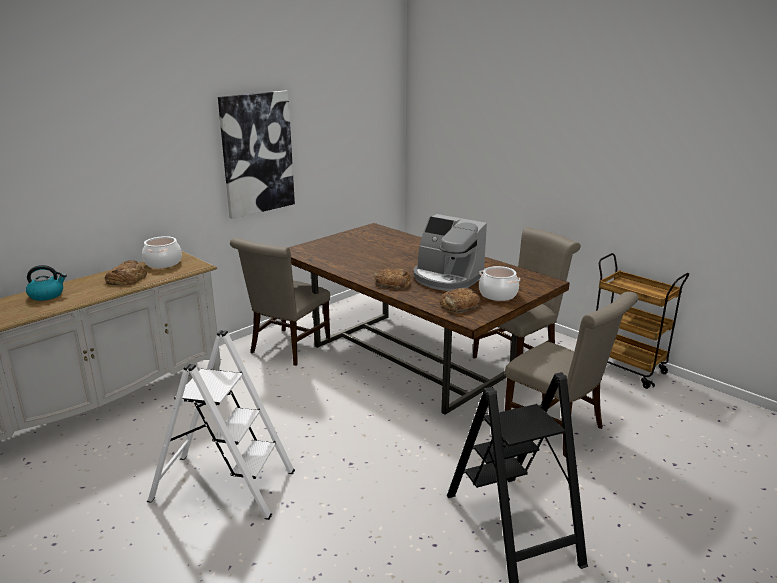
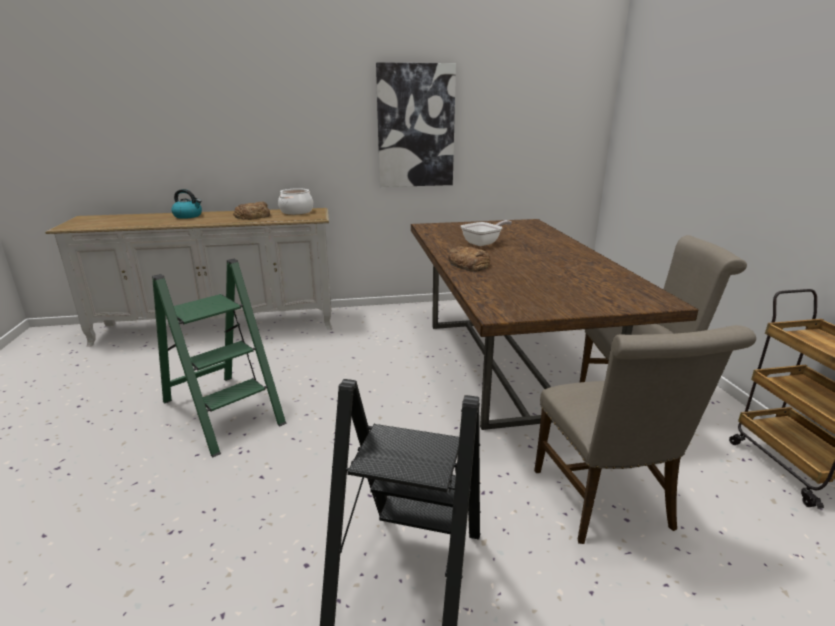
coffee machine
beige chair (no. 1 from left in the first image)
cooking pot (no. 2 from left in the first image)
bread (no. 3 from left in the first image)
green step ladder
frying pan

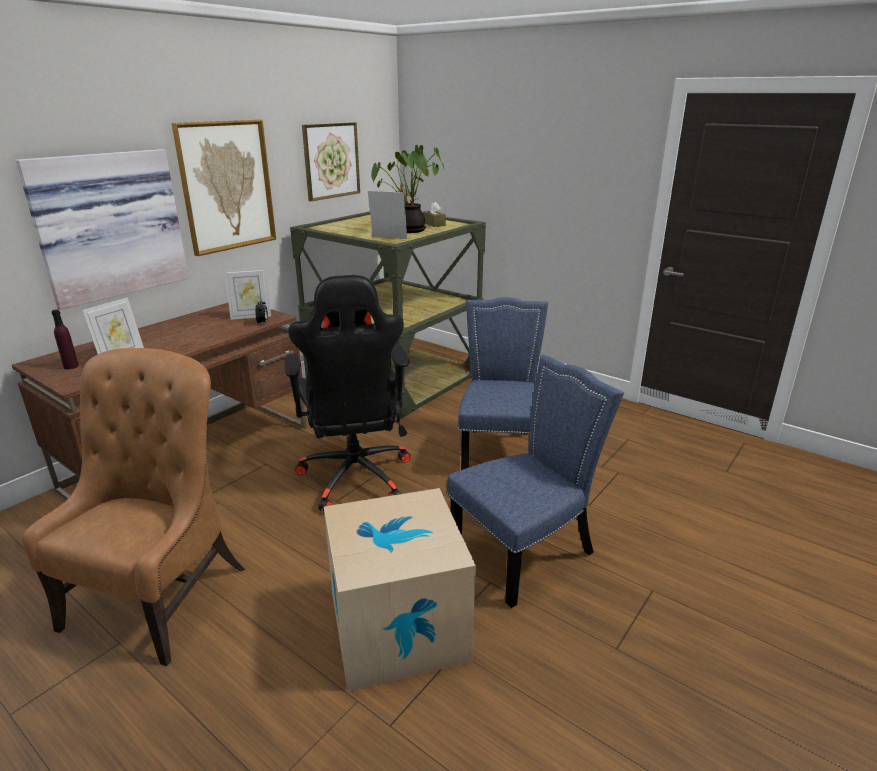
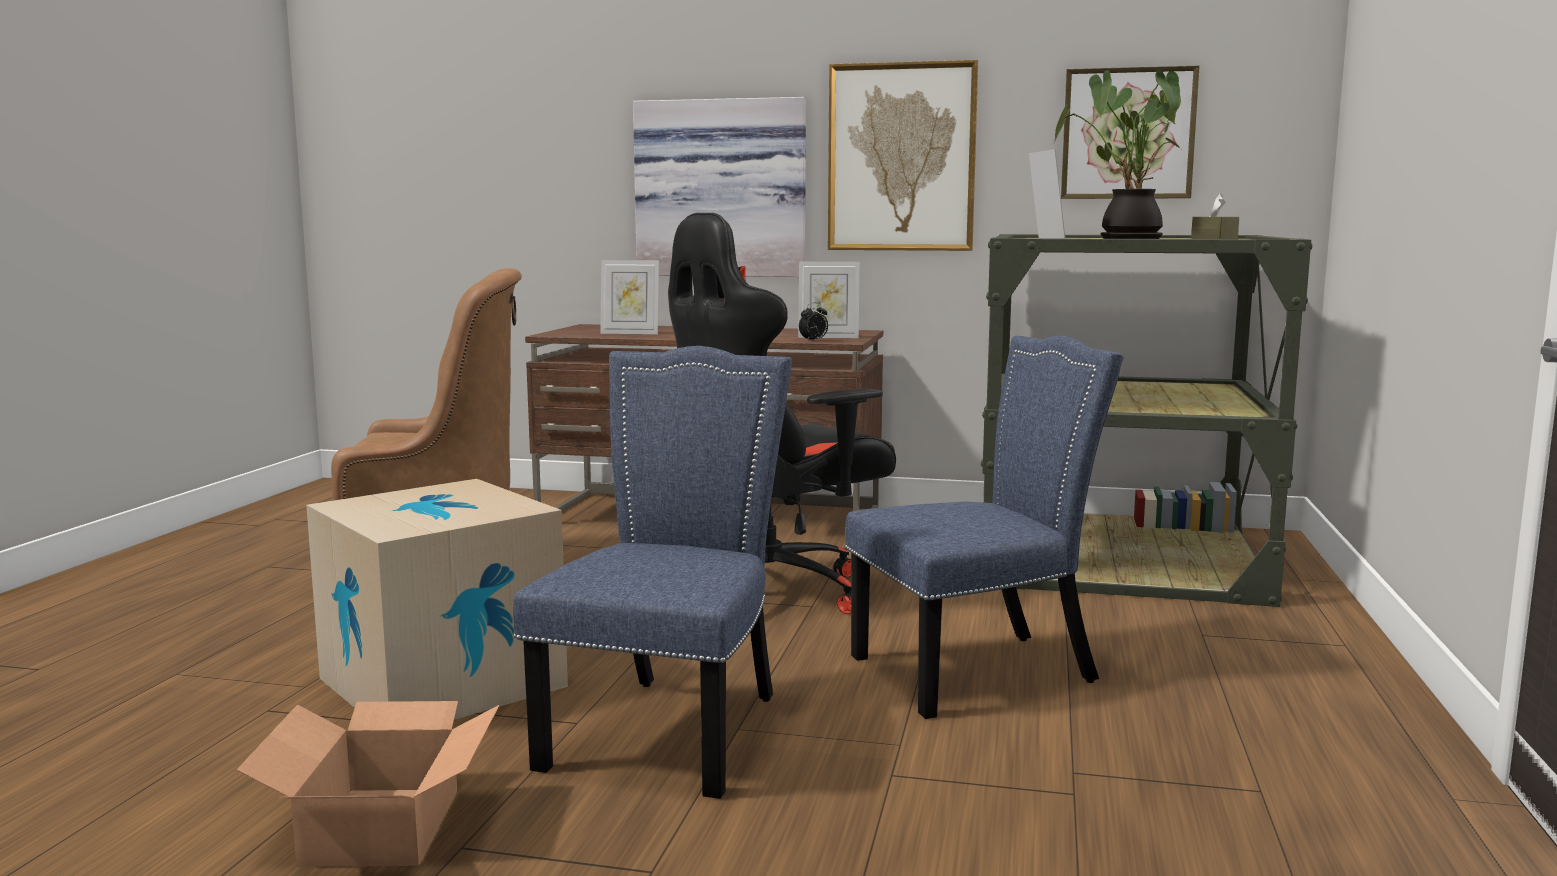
picture frame (no. 2 from left)
purple bottle
blue chair (no. 1 from left)
cardboard box (no. 1 from left)

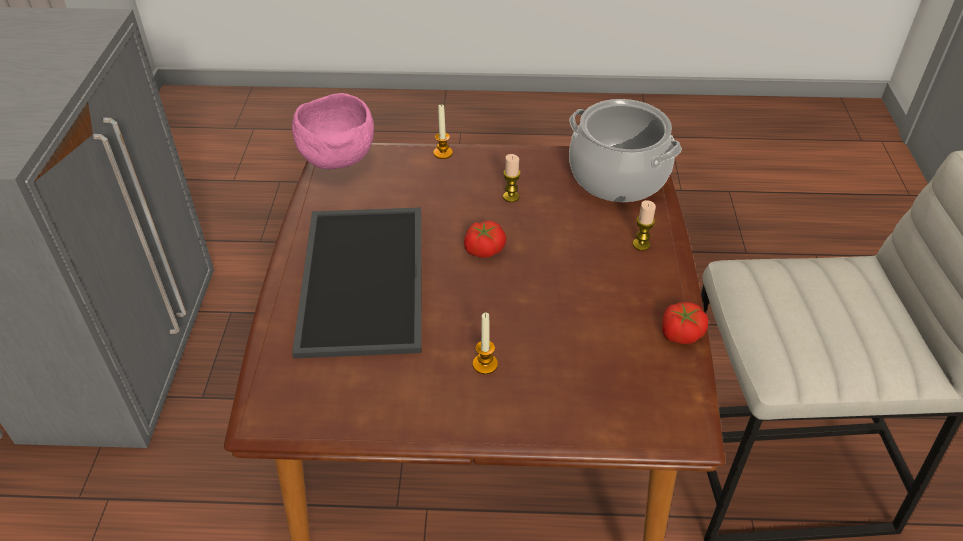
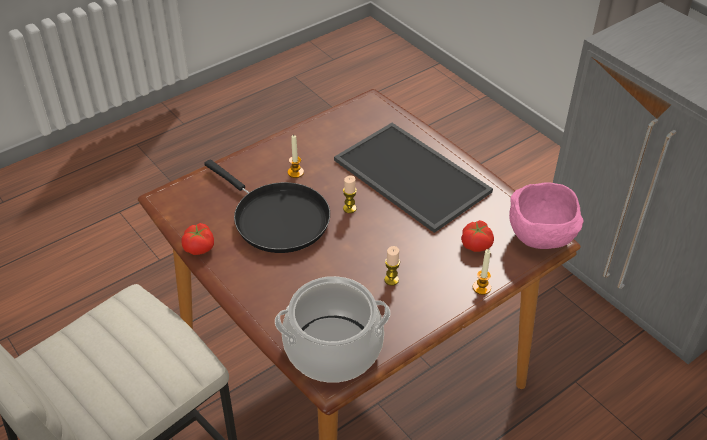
candle (no. 2 from left)
tomato (no. 2 from left)
black frying pan

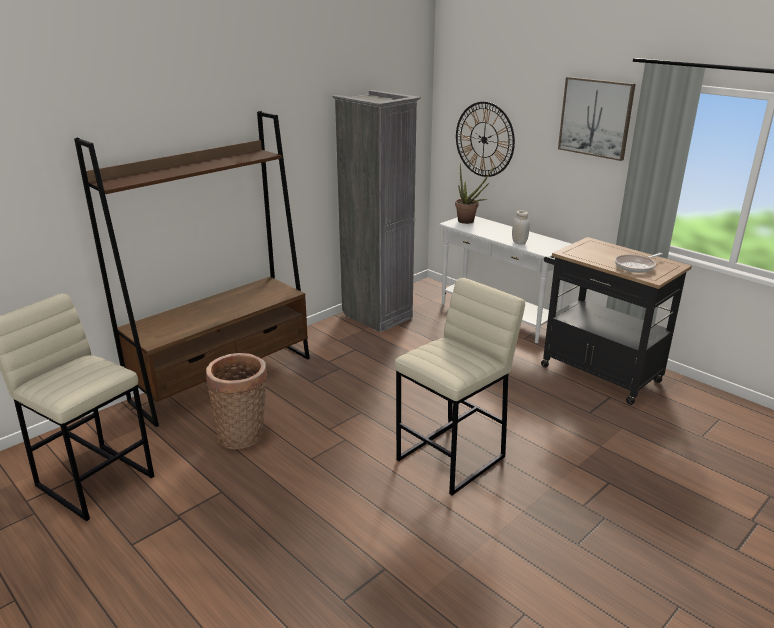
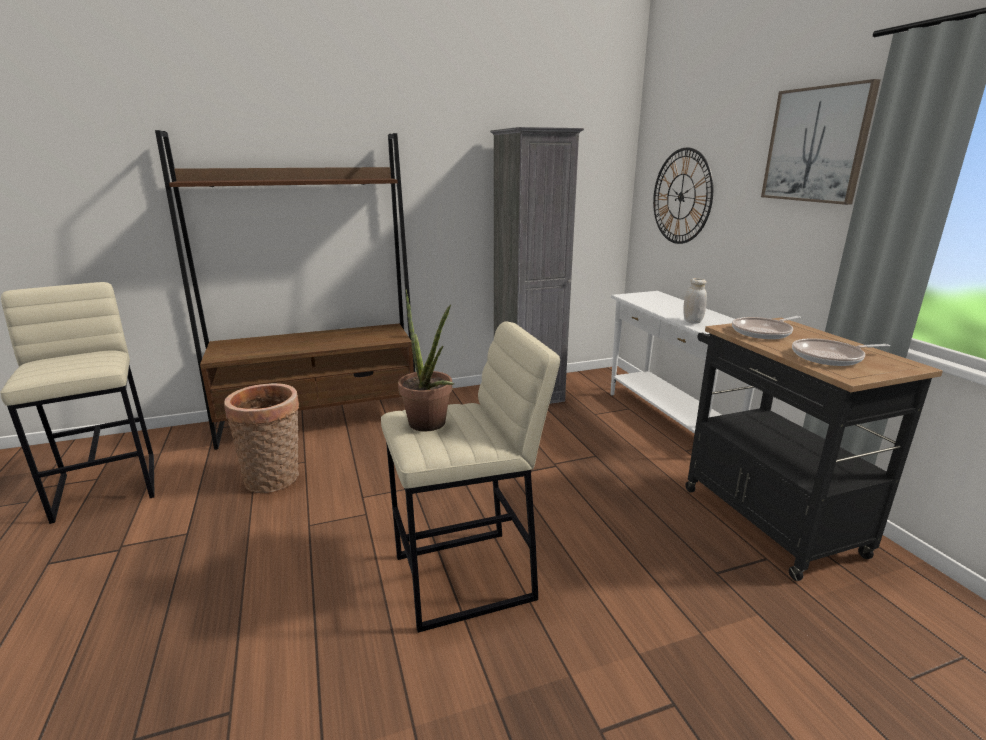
potted plant
frying pan (no. 1 from left)

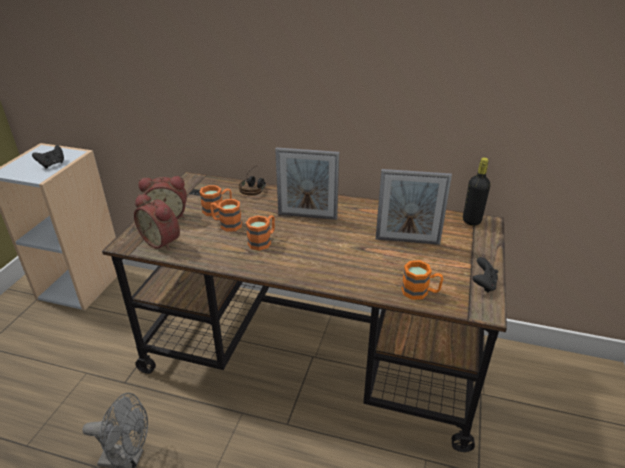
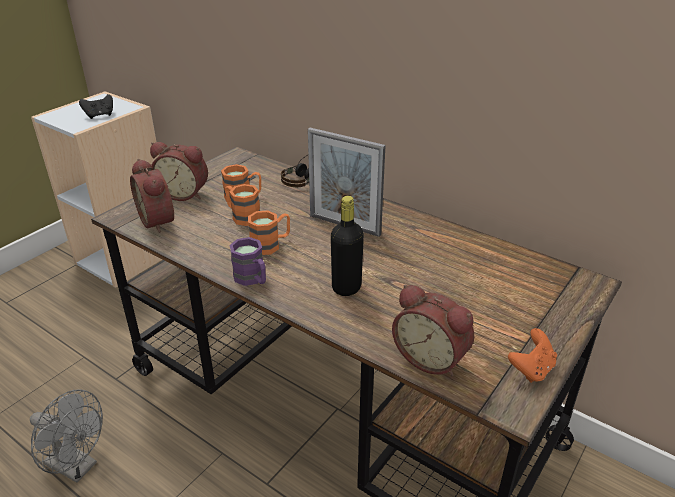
black bottle
picture frame (no. 2 from left in the first image)
orange game controller
alarm clock (no. 3 from left)
purple mug

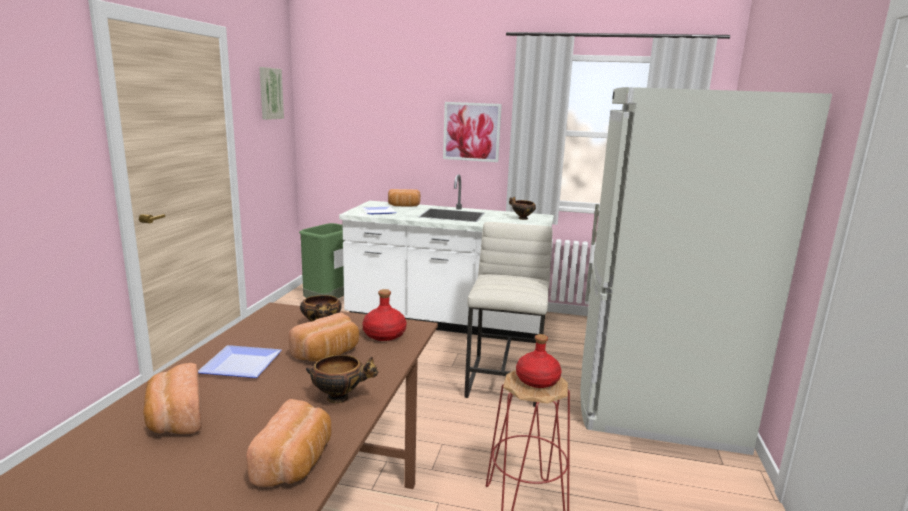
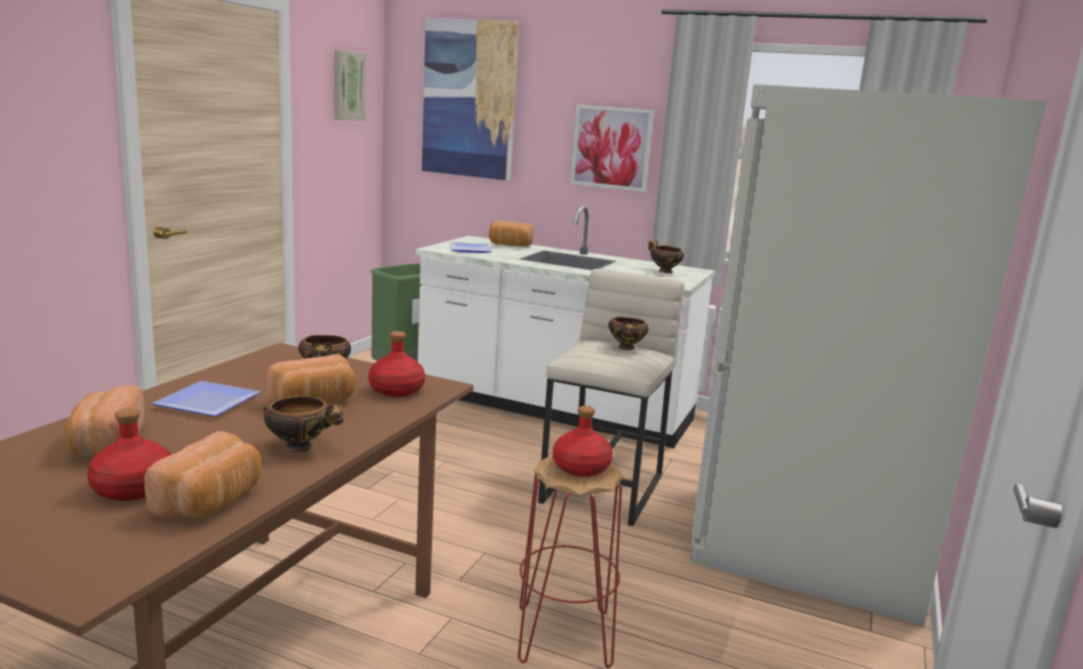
picture (no. 2 from left)
bowl (no. 3 from left)
red bottle (no. 1 from left)

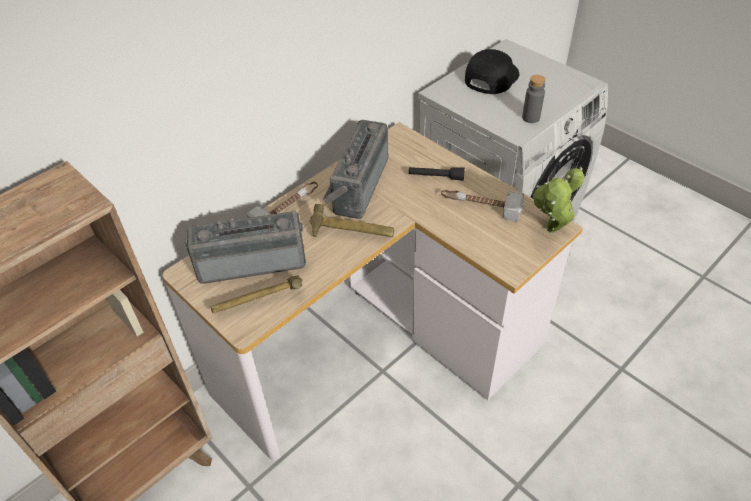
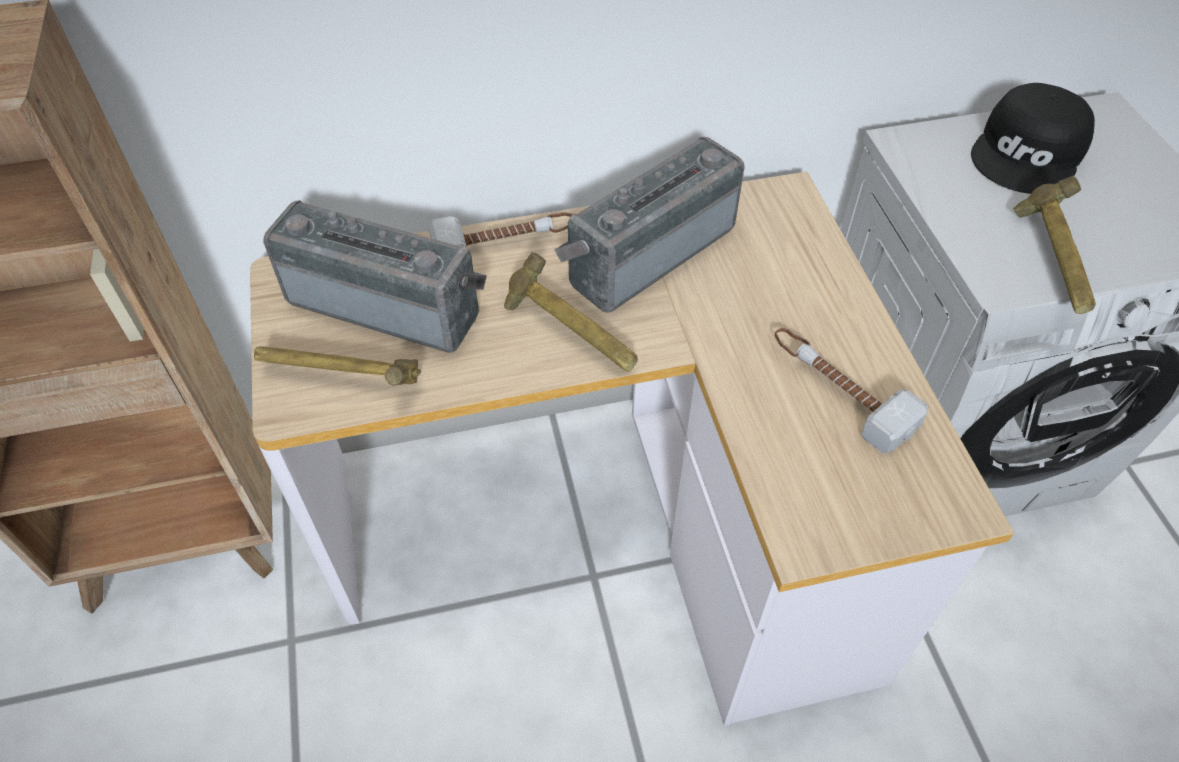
black cap
hammer (no. 5 from left)
black flashlight
potted plant

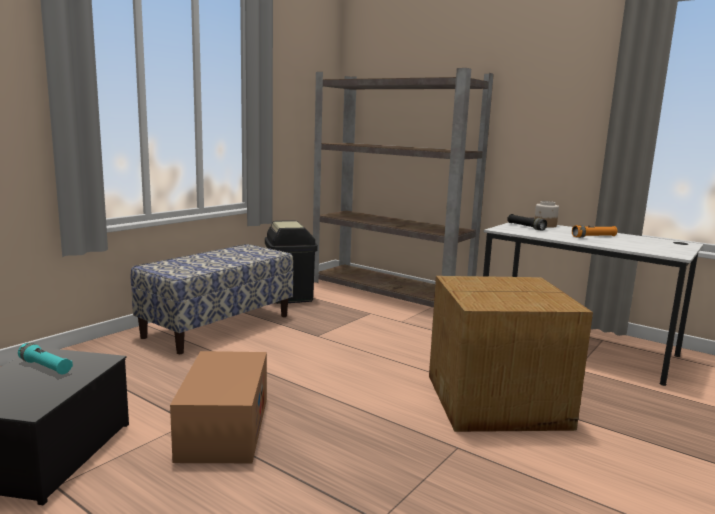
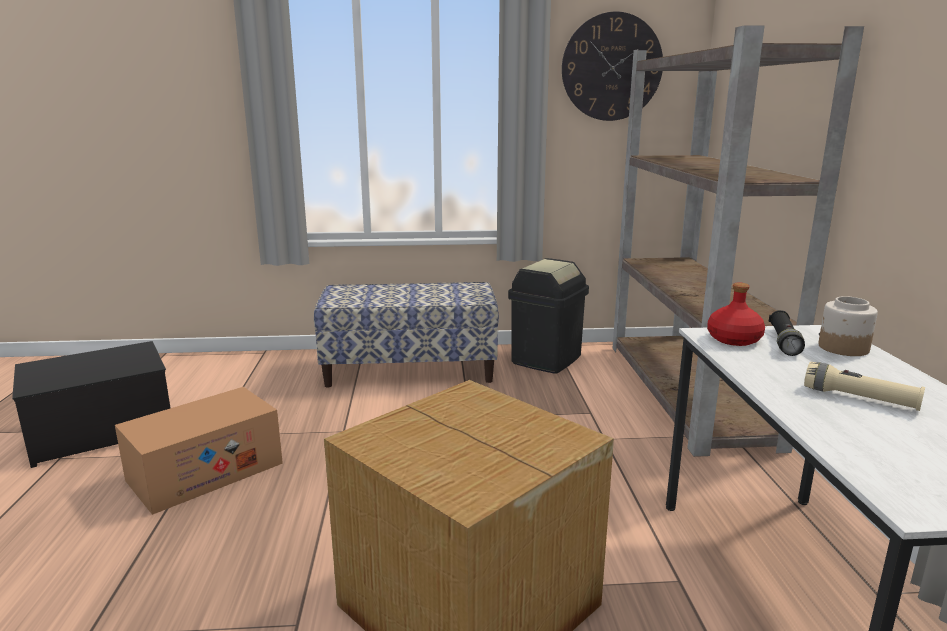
beige flashlight
turquoise flashlight
wall clock
red bottle

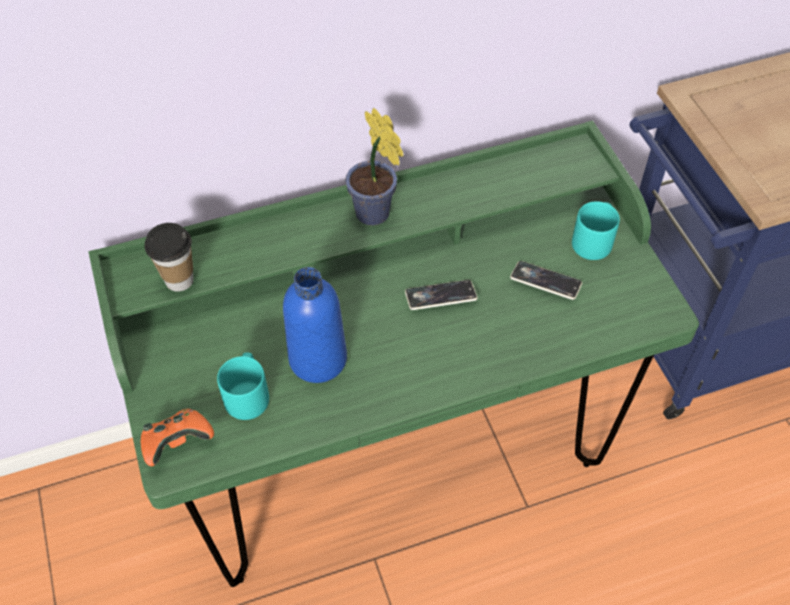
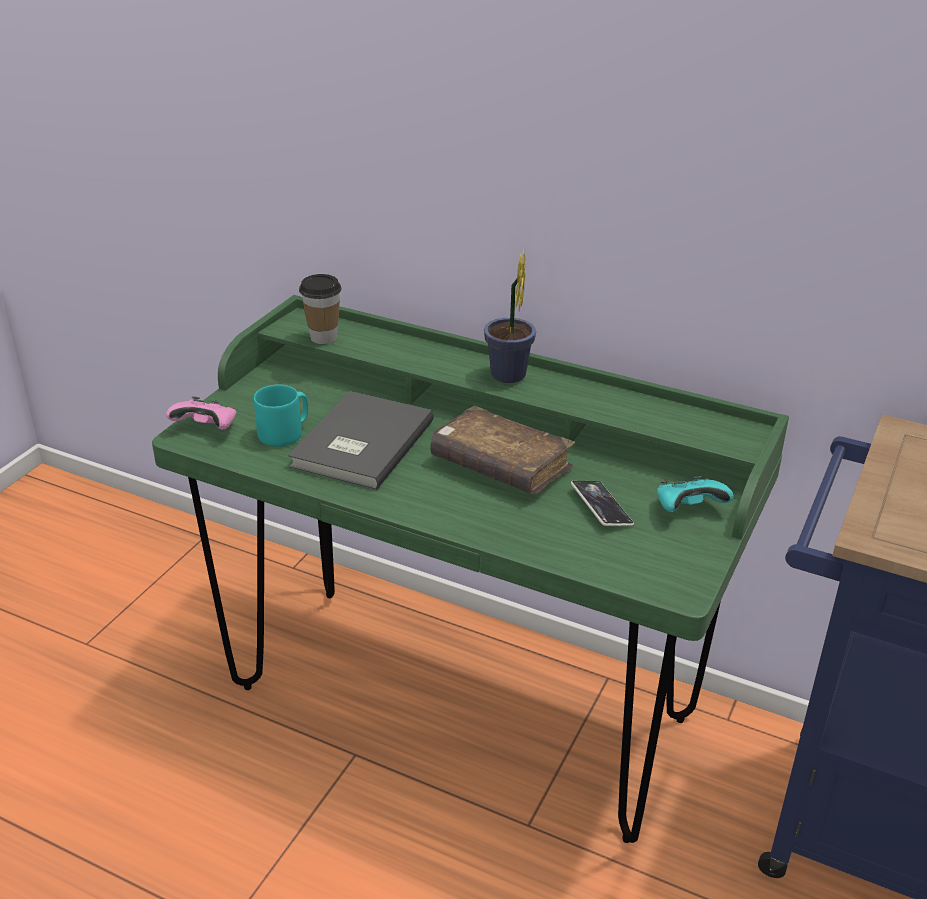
turquoise game controller
grey book
brown book
pink game controller

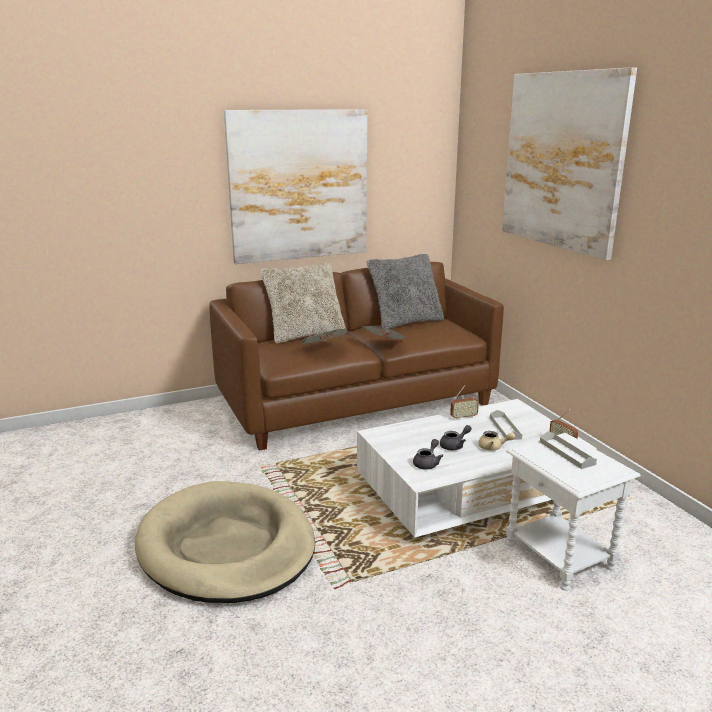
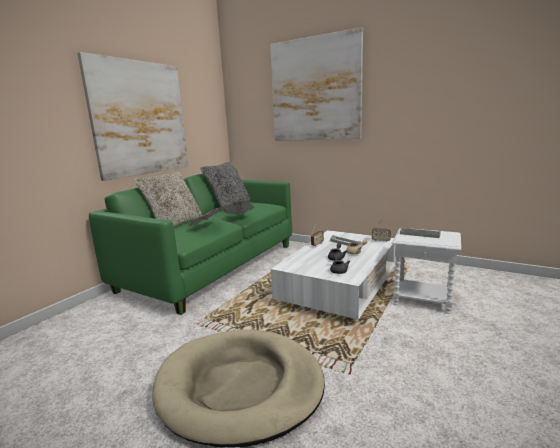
green sofa

